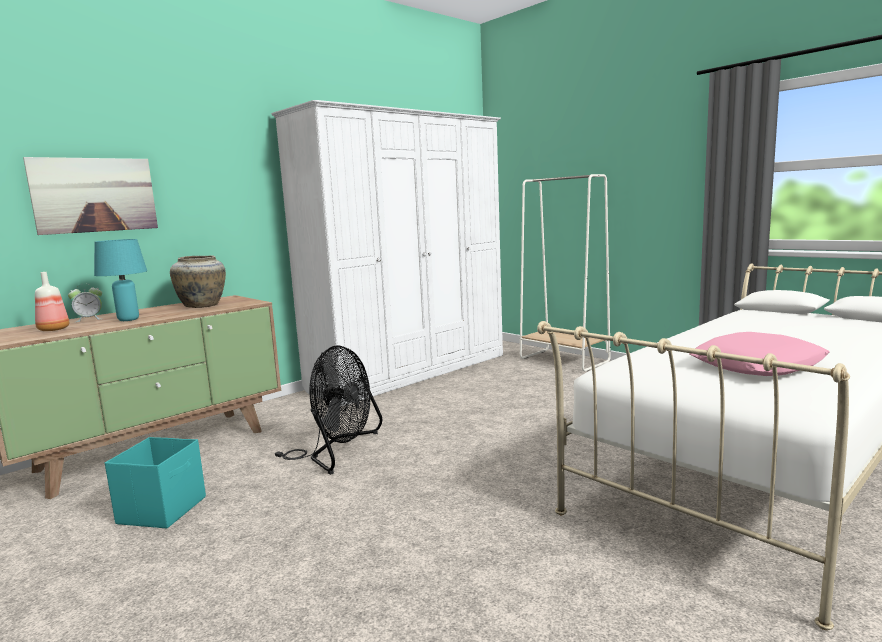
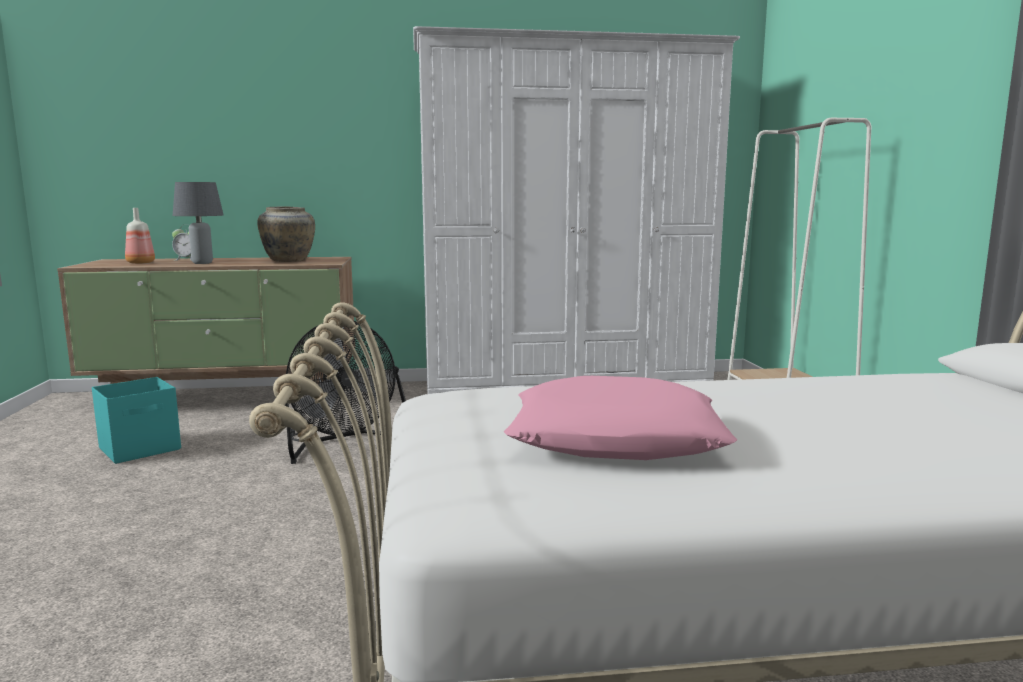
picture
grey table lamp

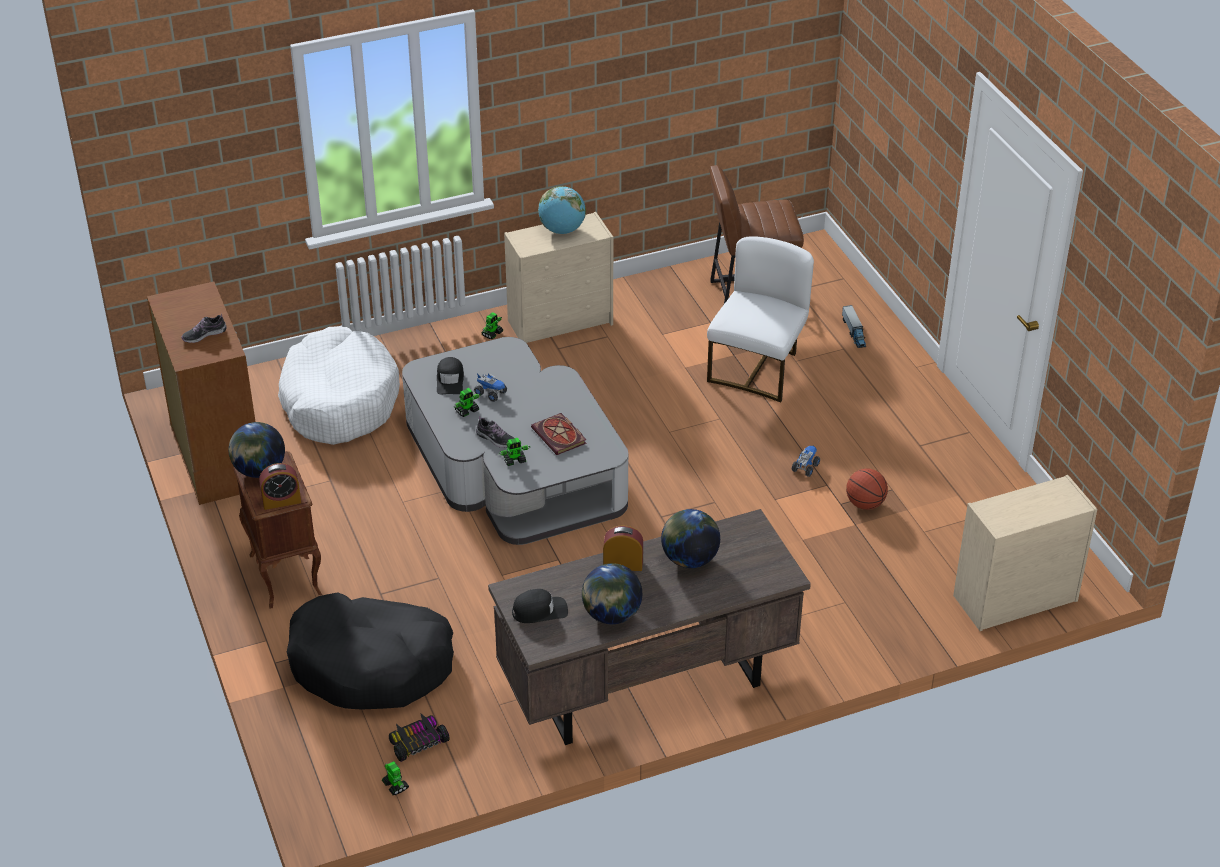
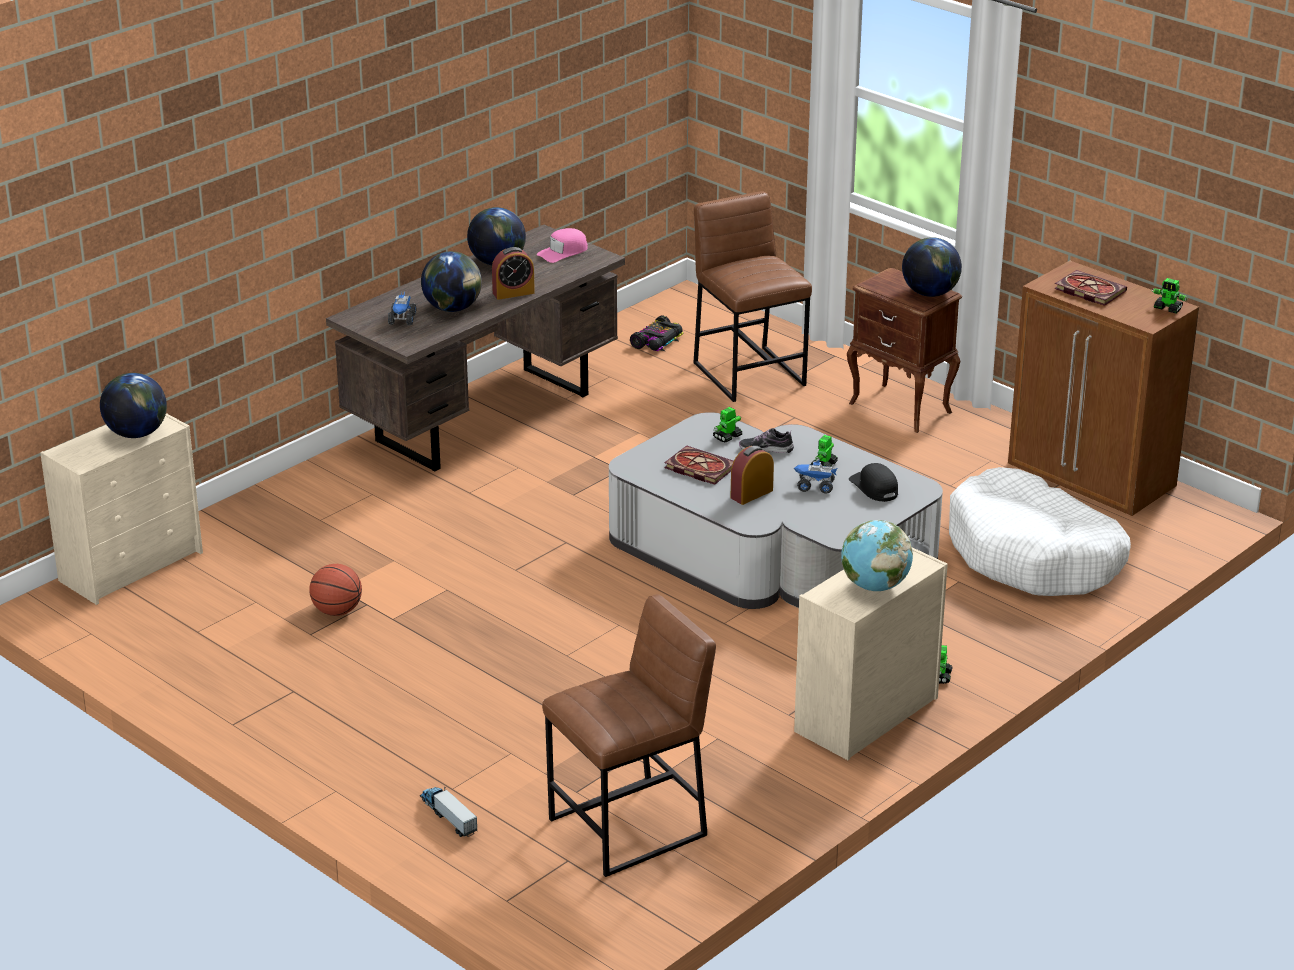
white chair
book (no. 2 from left)
toy truck (no. 1 from left)
alarm clock (no. 2 from left)
pink cap
brown chair (no. 2 from left)
toy robot (no. 4 from left)
globe (no. 1 from left)

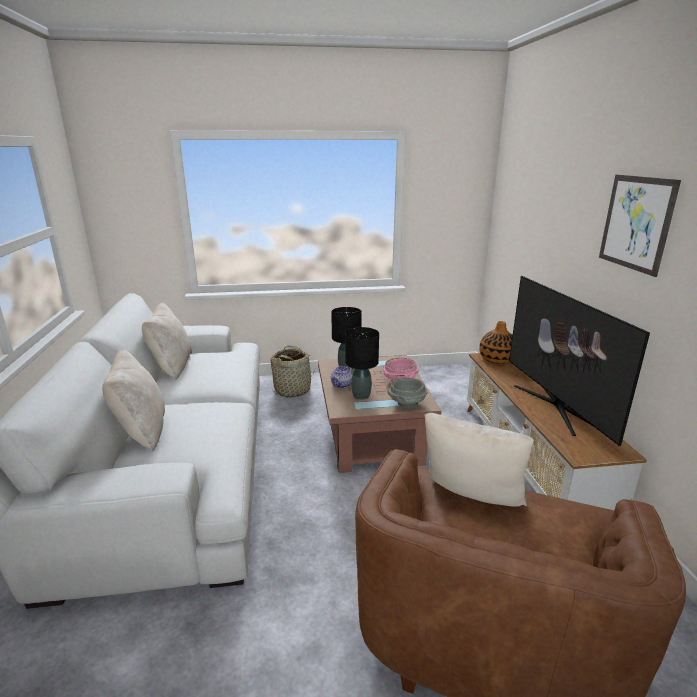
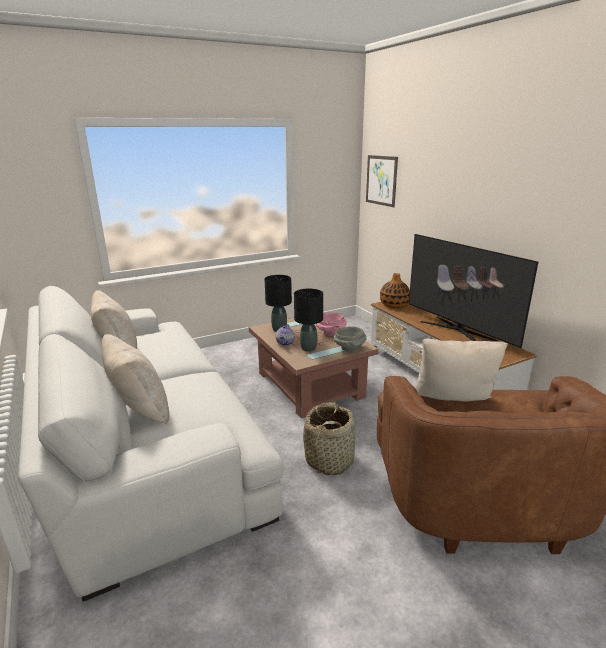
picture
basket

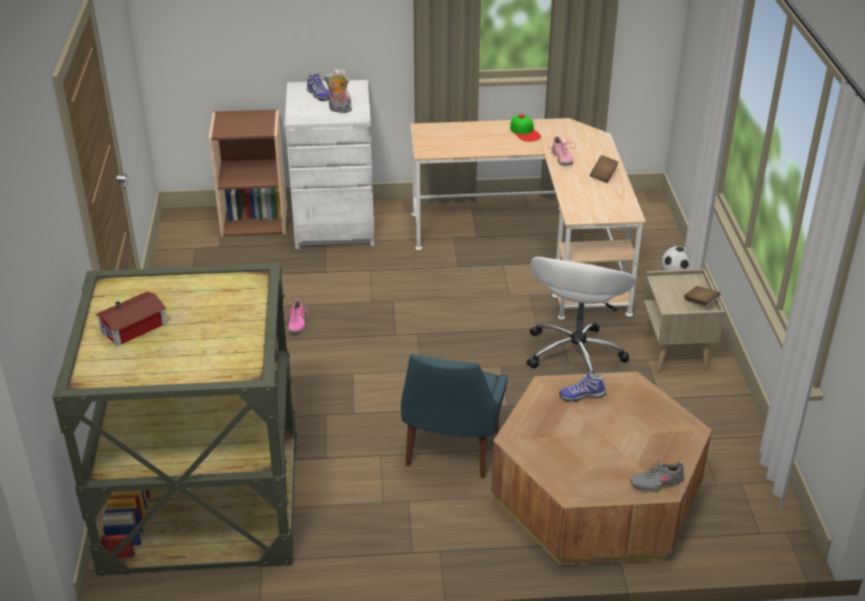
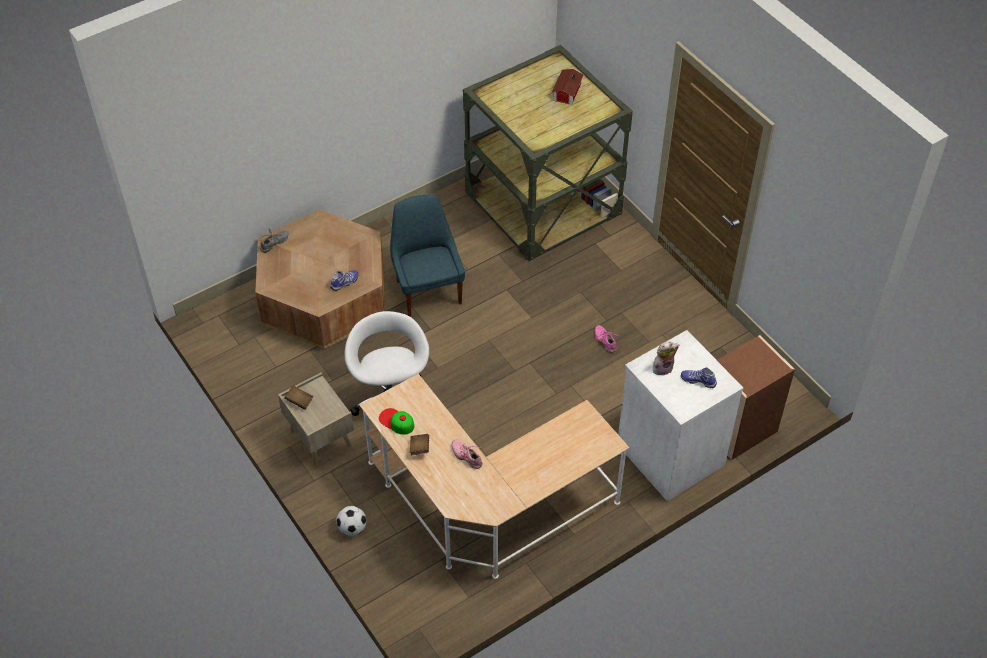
cap

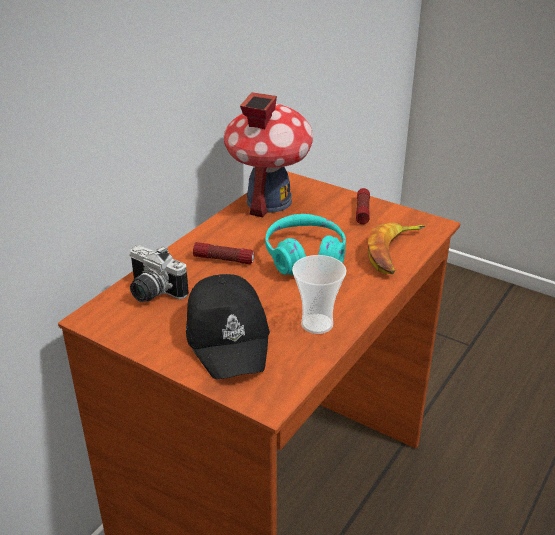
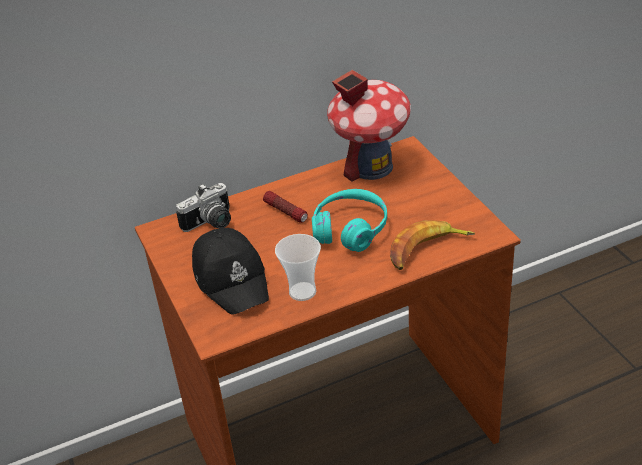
flashlight (no. 2 from left in the first image)
photo camera
black cap

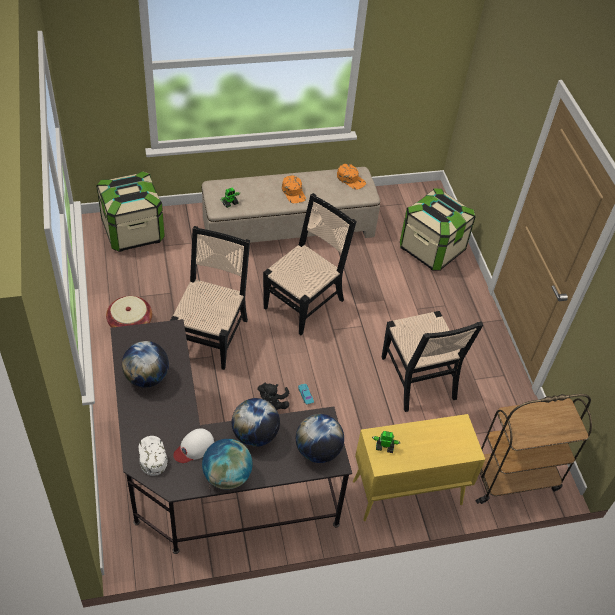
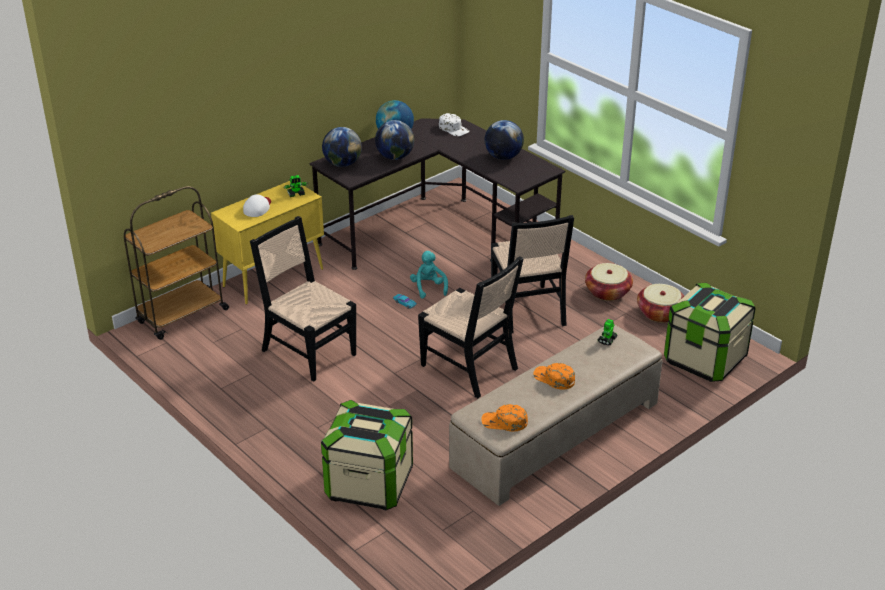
chair (no. 2 from left)
turquoise plush toy
white cap (no. 1 from left)
basket (no. 2 from left)

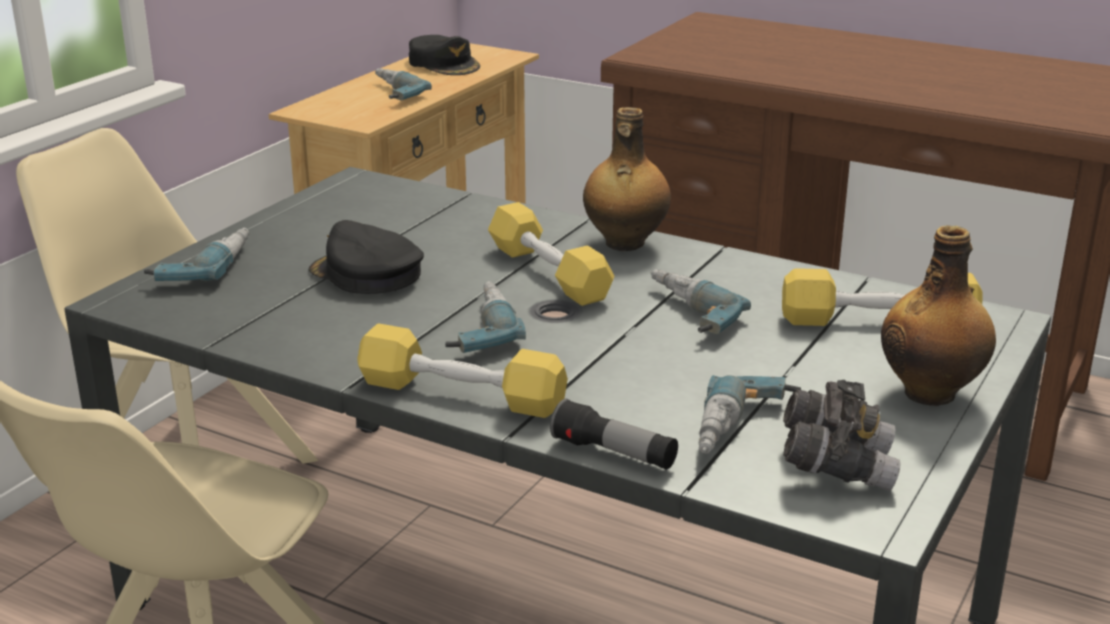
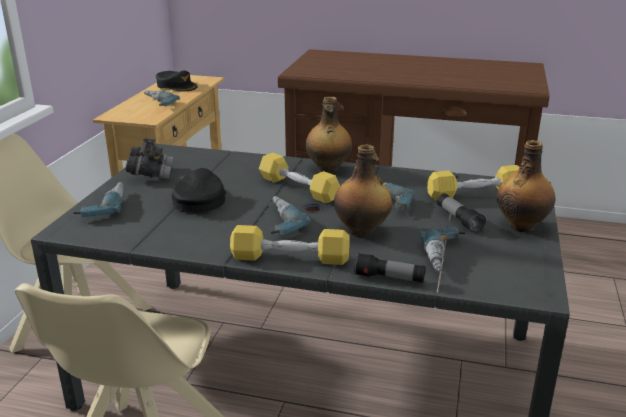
black cap (no. 2 from left)
grey binoculars
bottle (no. 2 from left)
flashlight (no. 2 from left)

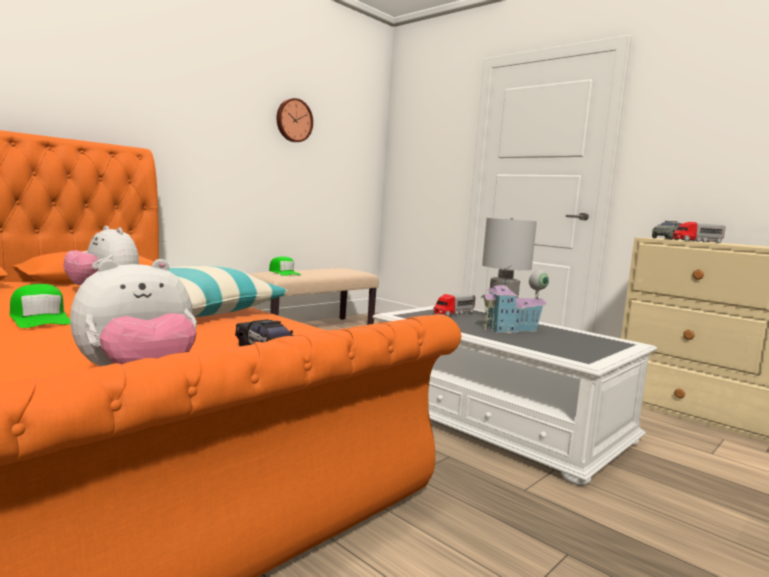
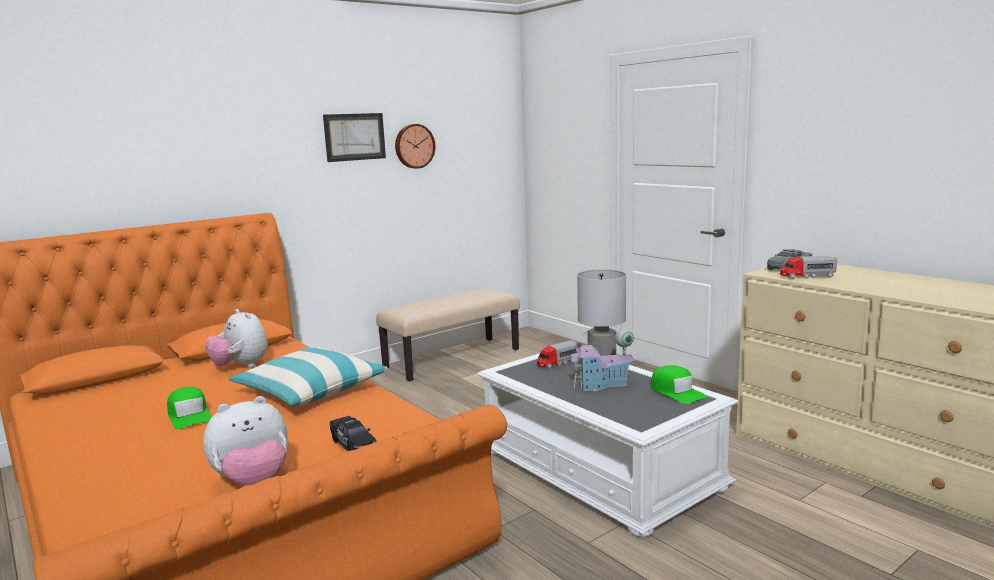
green cap (no. 2 from left)
picture

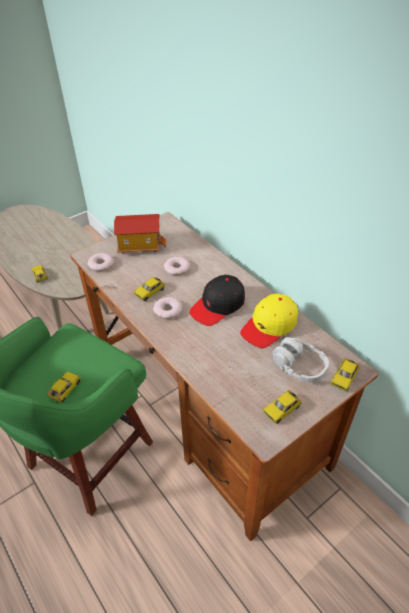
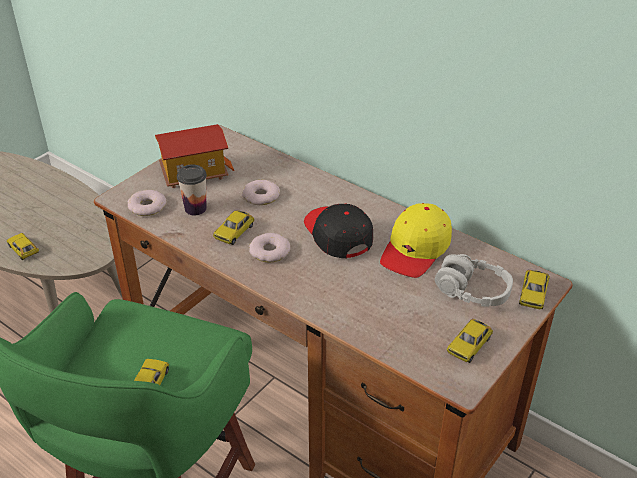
black cap
cup

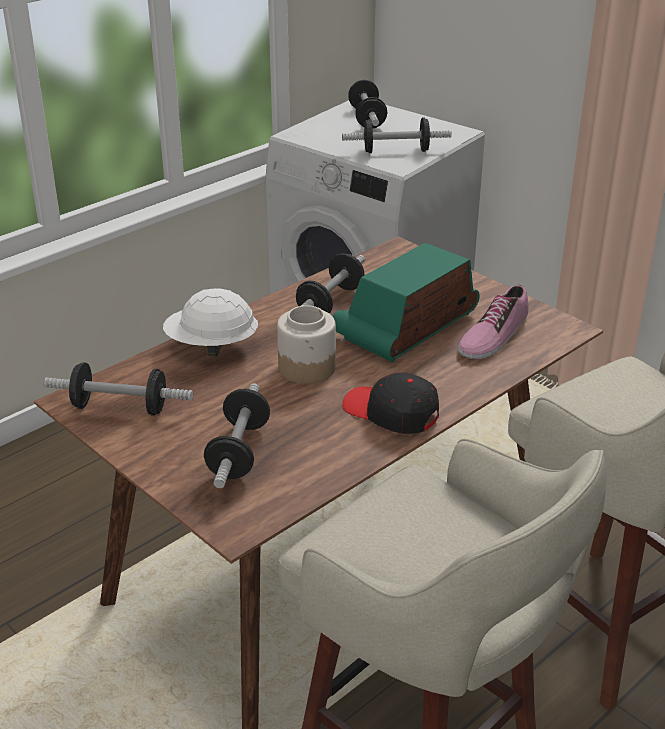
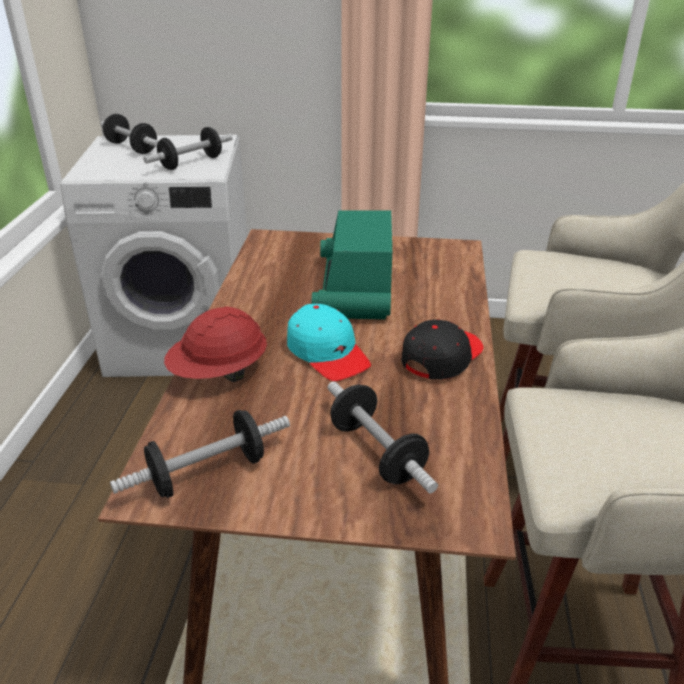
dumbbell (no. 3 from left in the first image)
shoe
red hard hat
turquoise cap
black cap

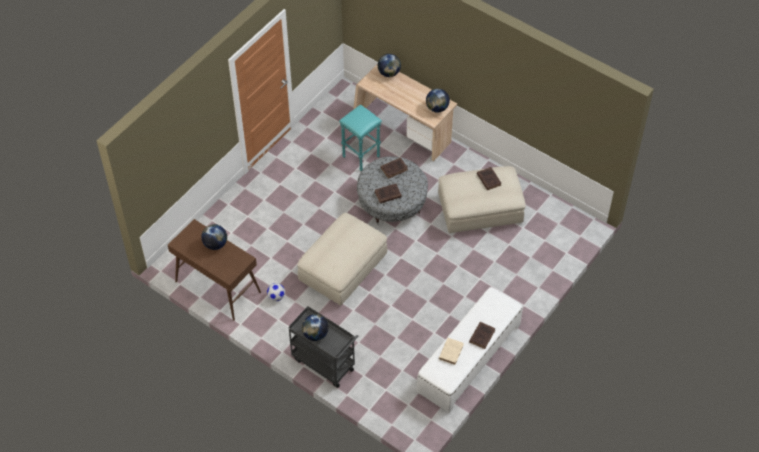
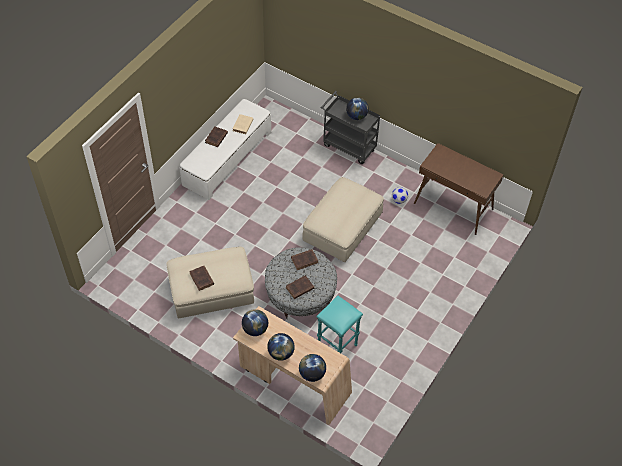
globe (no. 2 from left)

